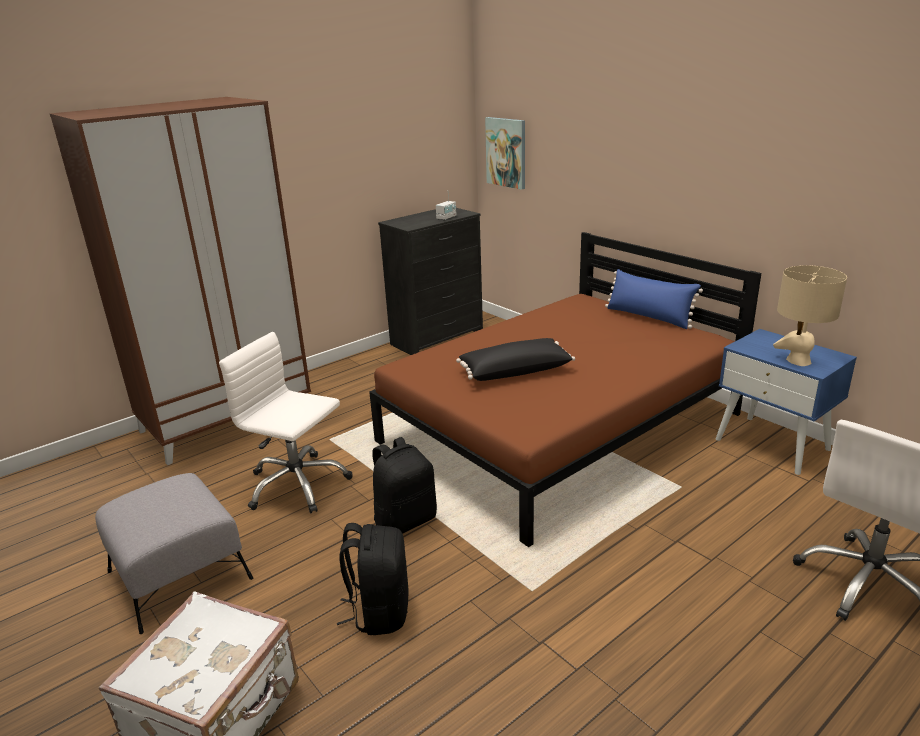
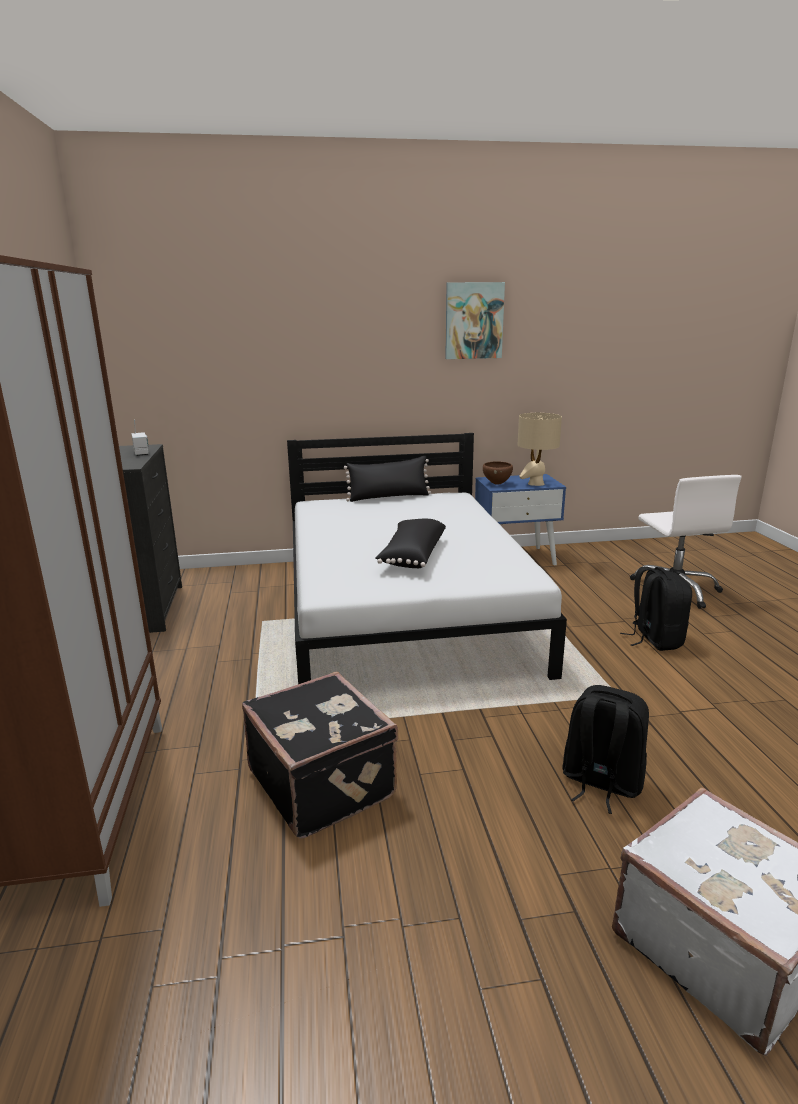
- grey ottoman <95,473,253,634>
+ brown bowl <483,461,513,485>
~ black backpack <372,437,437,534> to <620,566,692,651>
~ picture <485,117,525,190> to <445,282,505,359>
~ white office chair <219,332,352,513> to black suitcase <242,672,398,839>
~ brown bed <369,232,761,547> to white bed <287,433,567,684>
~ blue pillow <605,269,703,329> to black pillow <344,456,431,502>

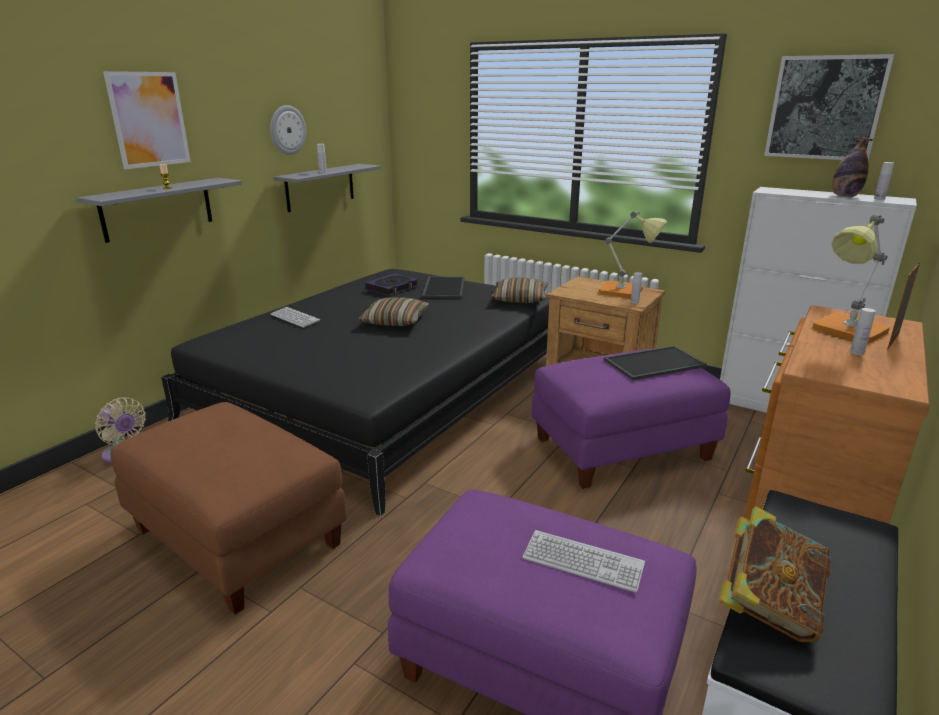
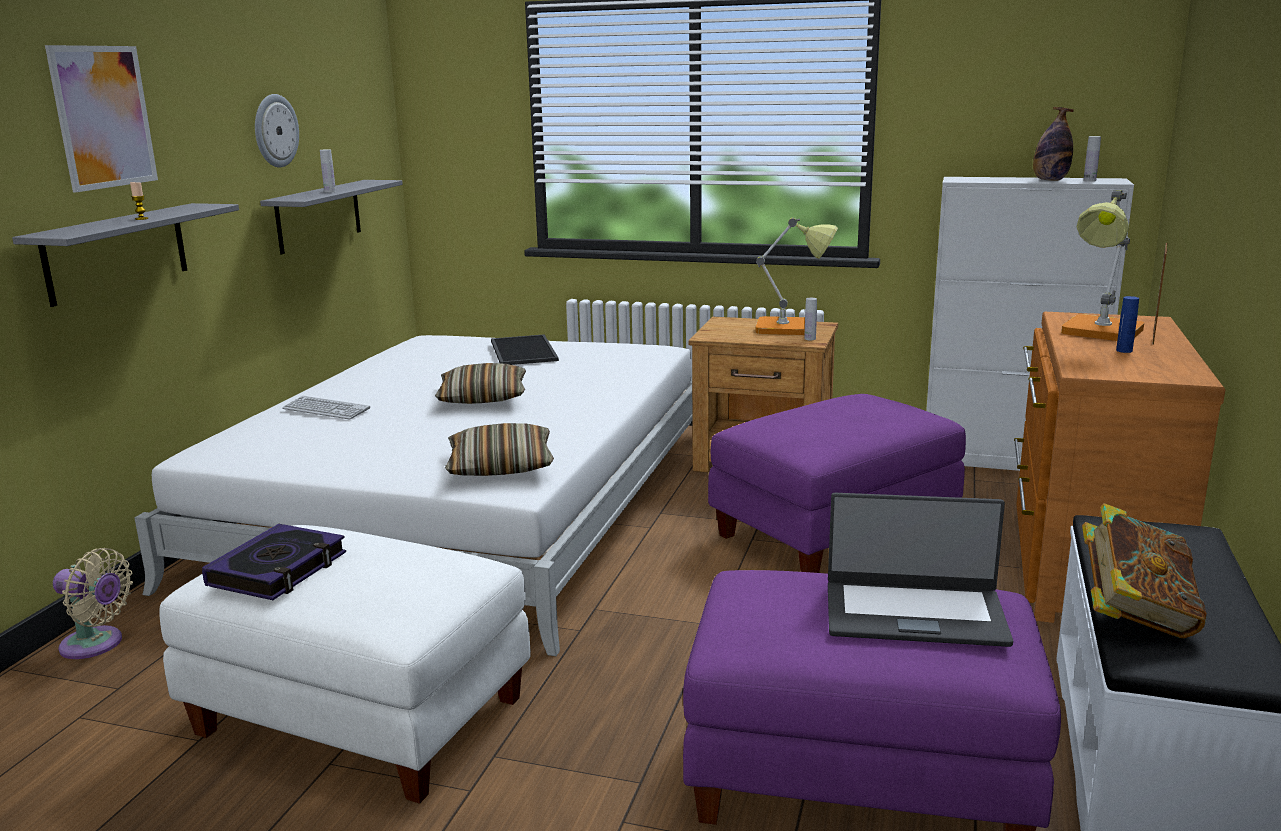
- tray <604,346,707,380>
- picture <764,54,894,161>
~ book <365,273,419,296> to <202,524,346,600>
~ pillow <491,278,548,303> to <445,423,554,476>
~ keyboard <523,530,645,593> to laptop <828,493,1013,647>
~ brown ottoman <111,402,347,615> to white ottoman <159,525,531,804>
~ black bed <161,269,549,516> to white bed <134,335,692,656>
~ white bottle <850,308,876,355> to blue bottle <1116,296,1139,353>

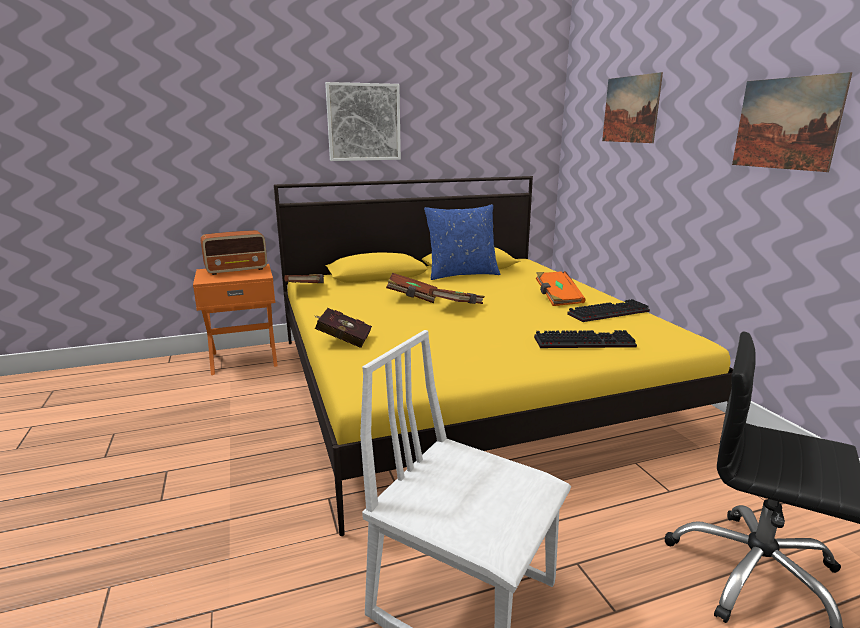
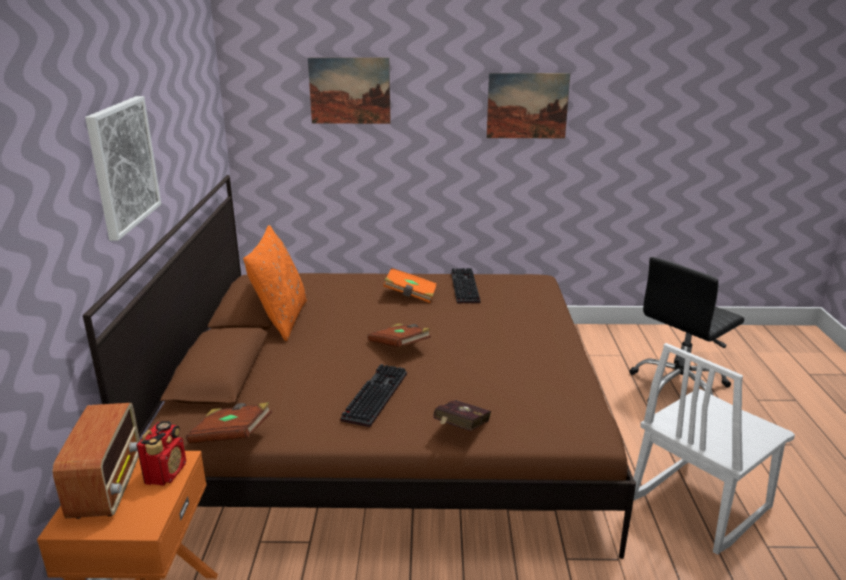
- brown book <386,273,438,303>
+ radio <137,421,186,486>
~ keyboard <534,330,637,348> to <340,364,407,427>
~ yellow bed <274,176,733,536> to brown bed <83,175,636,559>
~ blue pillow <424,204,500,280> to orange pillow <243,225,307,341>

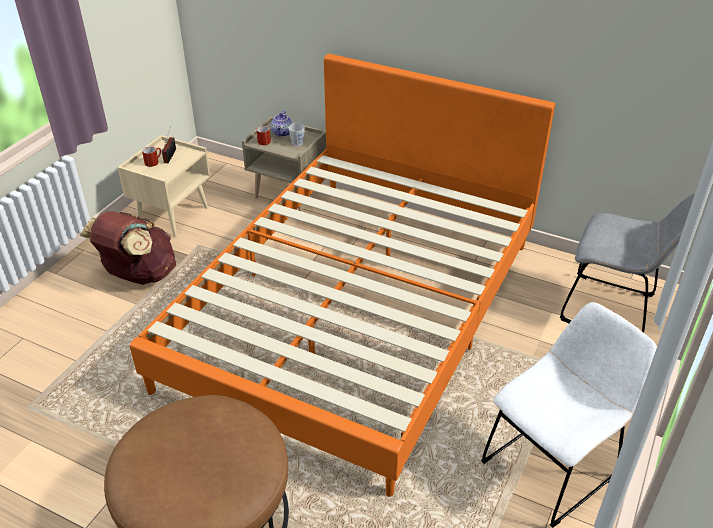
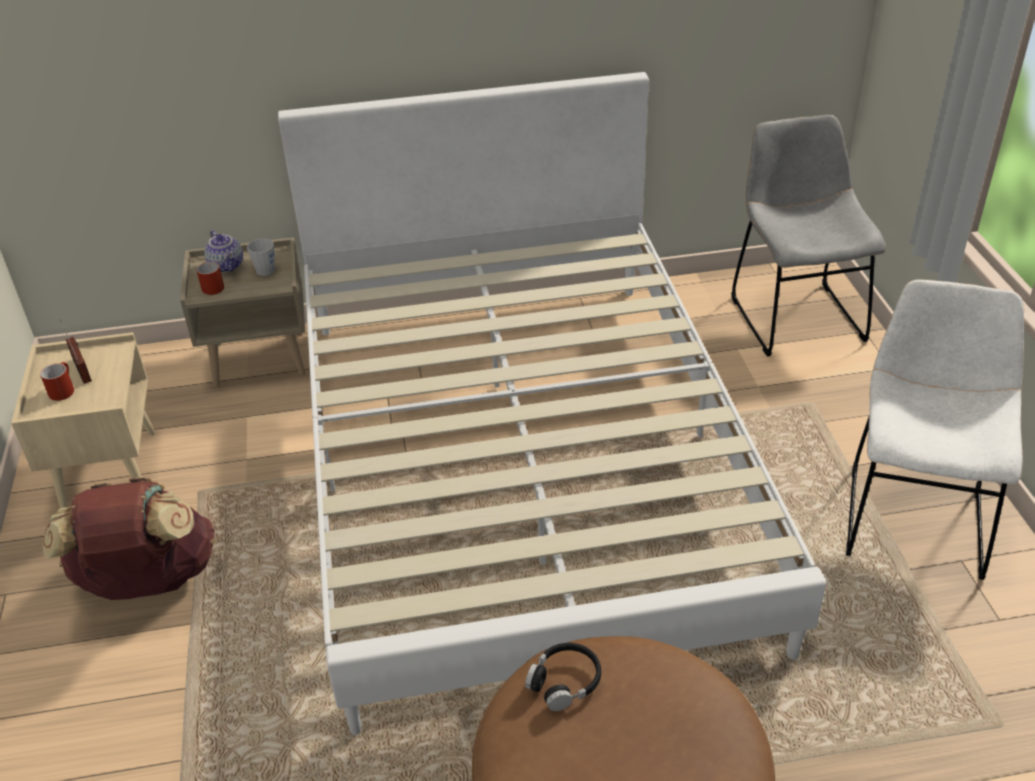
+ black headphones <525,643,601,711>
~ orange bed <130,54,555,497> to white bed <278,72,826,735>
~ grey chair <560,193,703,333> = <731,115,886,357> 90 degrees counterclockwise

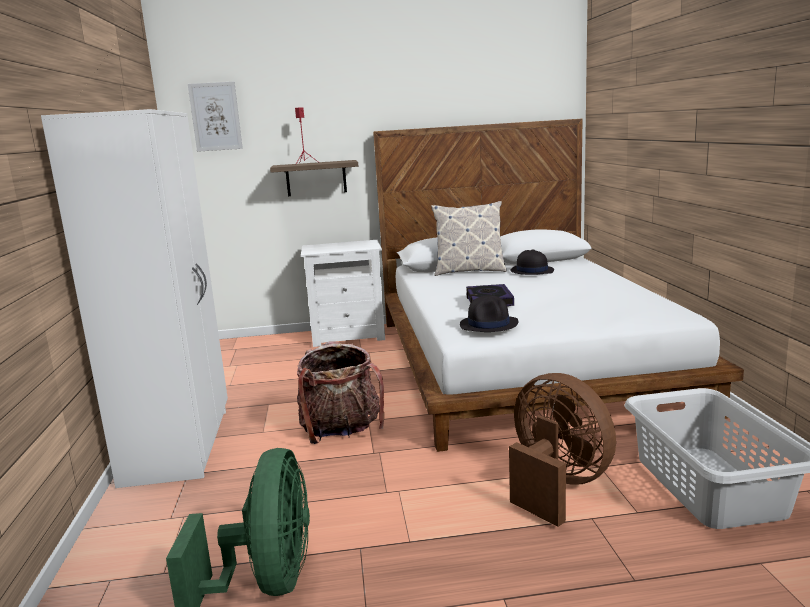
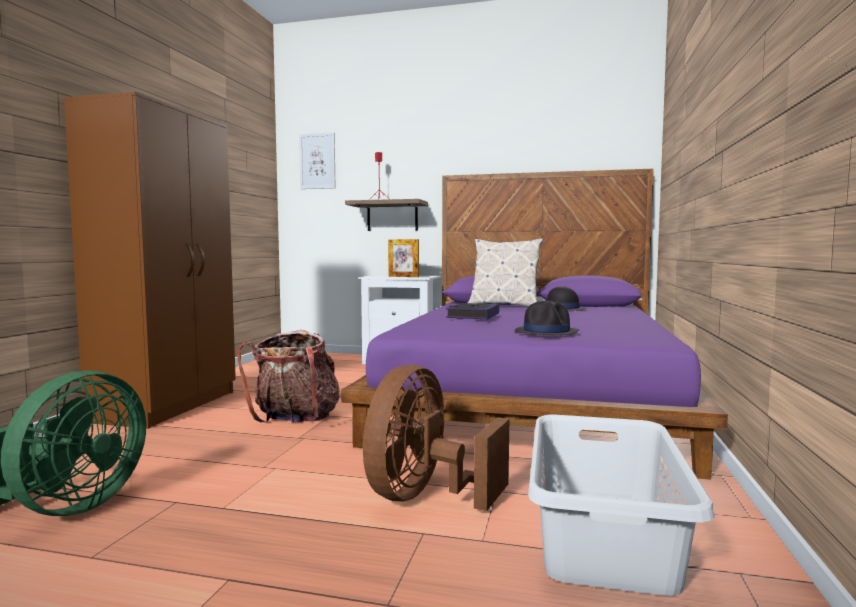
+ picture frame <388,239,419,277>
~ black hat <460,295,518,332> to <515,301,580,335>
~ white wardrobe <41,109,228,488> to brown wardrobe <64,91,236,429>
~ white bed <373,119,744,452> to purple bed <341,169,728,480>
~ brown fan <509,373,616,527> = <363,364,509,511> 135 degrees counterclockwise

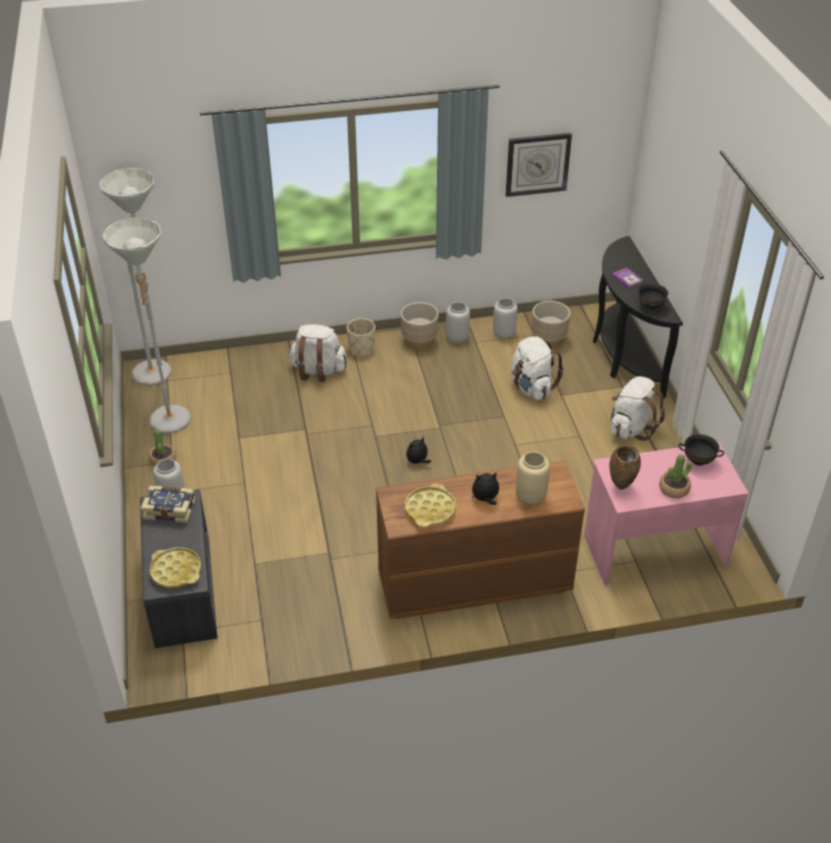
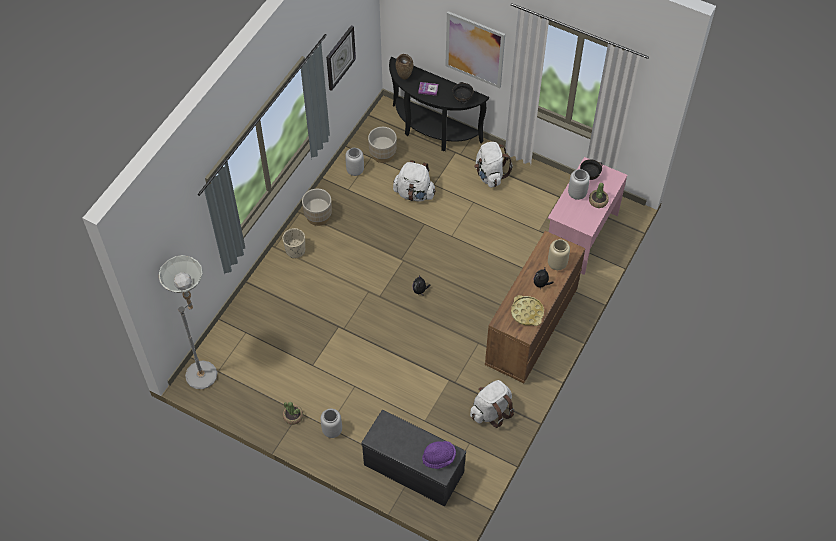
- grey floor lamp <102,218,191,433>
- book <140,486,195,523>
+ picture <445,11,505,88>
~ white backpack <289,324,347,382> to <470,380,514,428>
~ grey vase <446,302,470,343> to <568,169,590,200>
~ brown vase <610,446,641,490> to <395,54,413,80>
~ yellow tray <150,547,201,588> to purple hat <422,441,456,469>

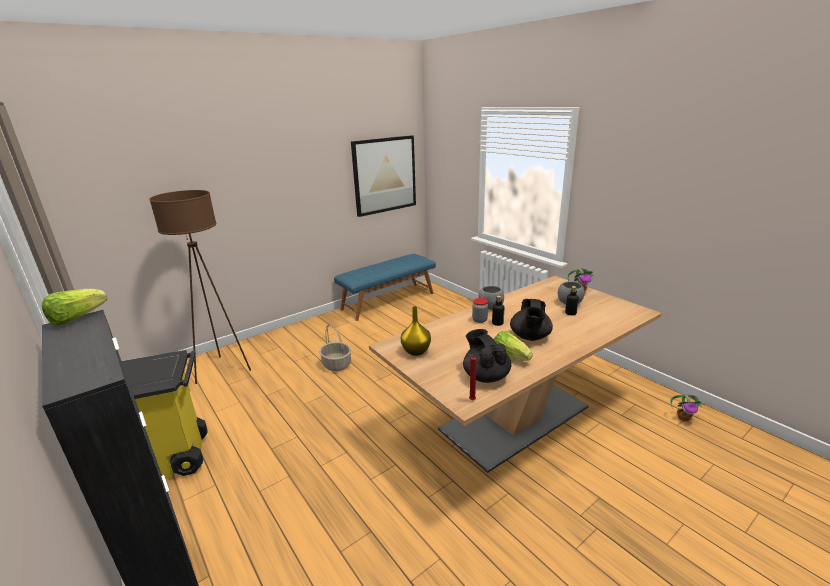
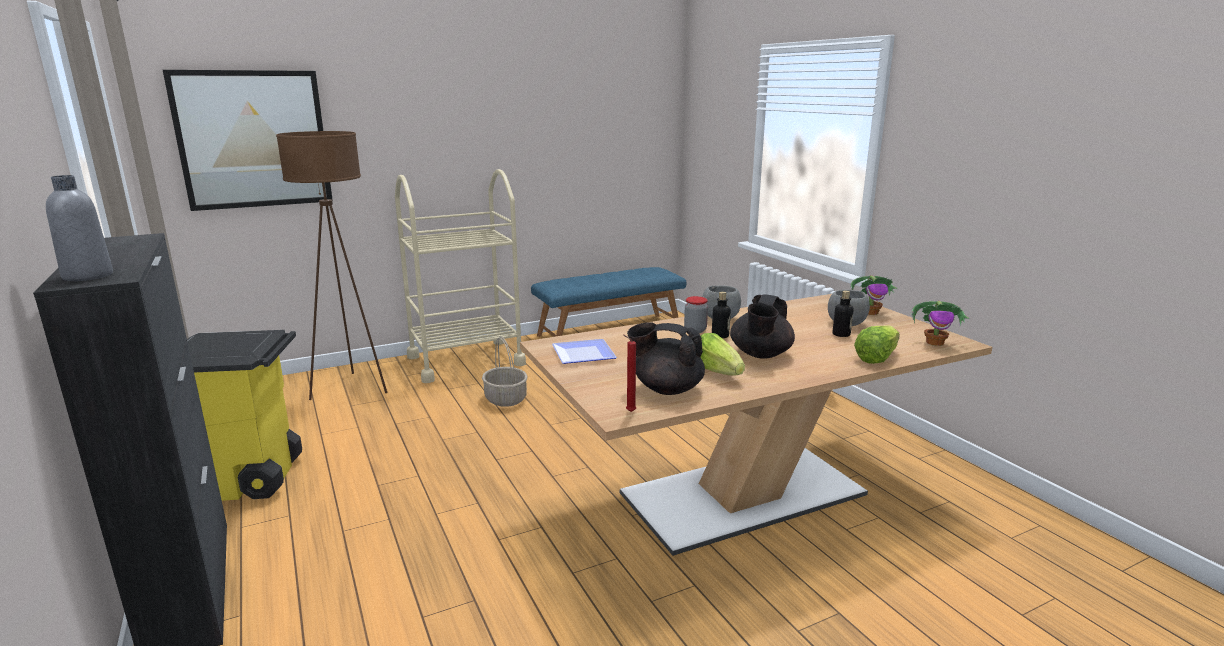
+ grey bottle <46,175,113,281>
+ beige cart <395,169,526,383>
~ lettuce <42,289,107,326> to <854,325,900,364>
~ picture <351,135,416,217> to <163,70,333,211>
~ potted plant <670,395,704,422> to <911,301,969,346>
~ yellow vase <401,306,431,356> to plate <552,339,617,364>
~ black teapot <463,329,511,383> = <627,322,705,395> 60 degrees counterclockwise

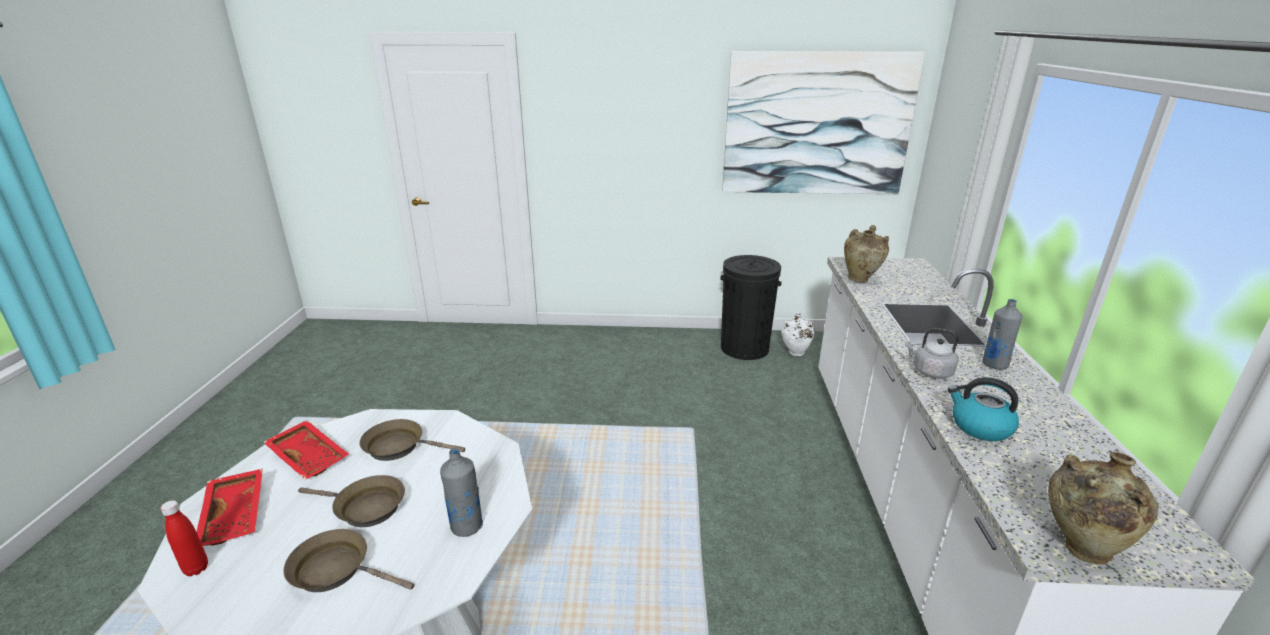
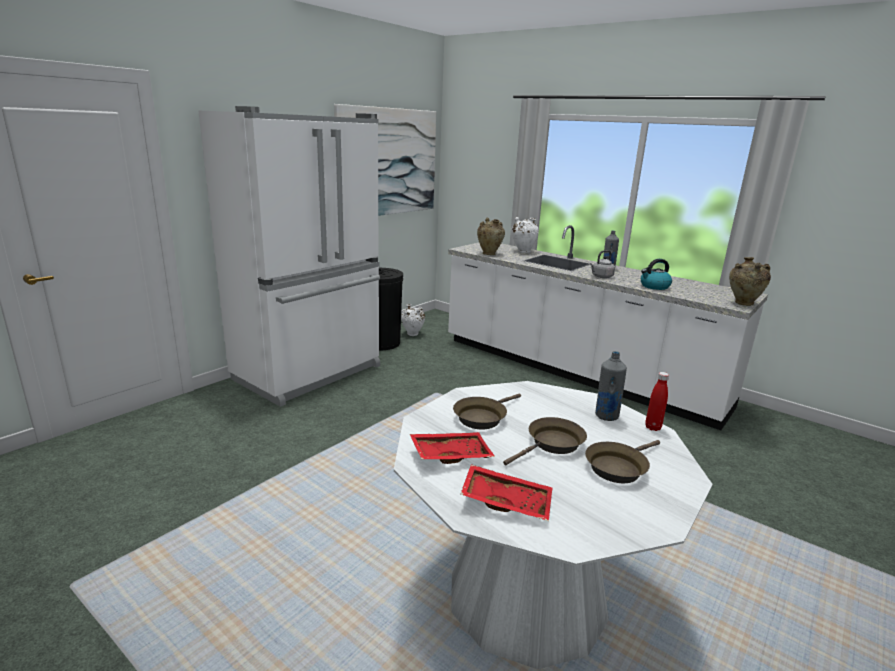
+ white fridge <199,106,380,407>
+ white vase <511,217,539,253>
~ red bottle <160,500,208,576> to <645,372,669,431>

